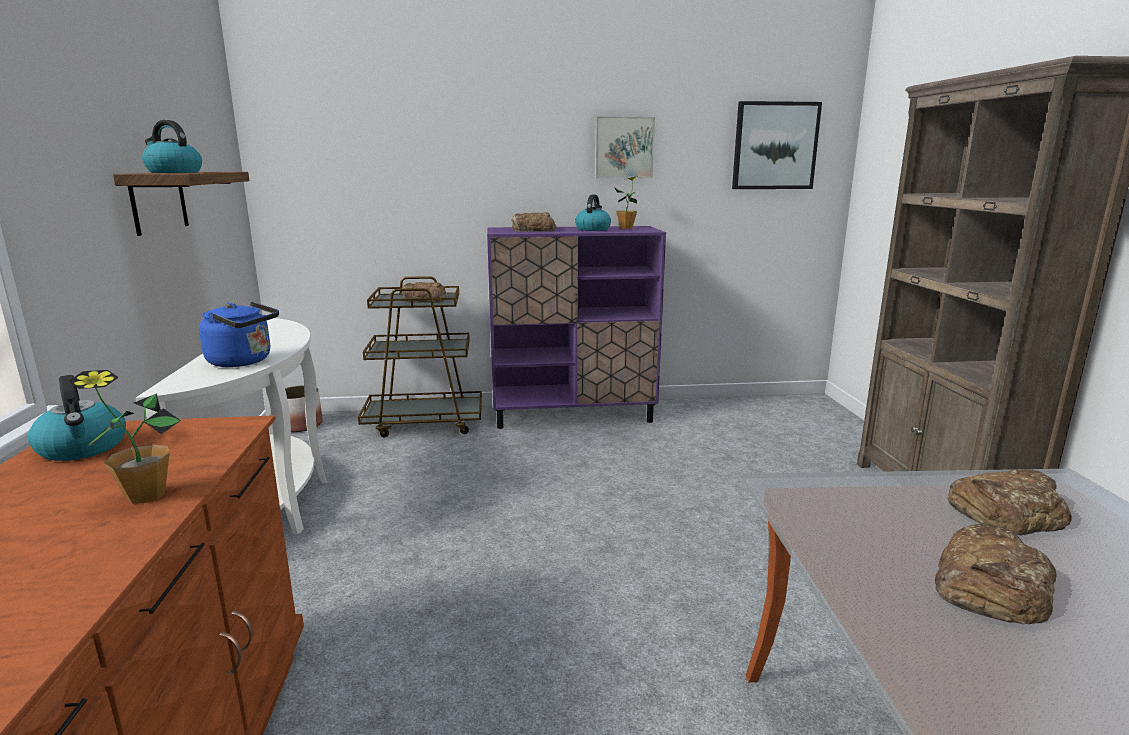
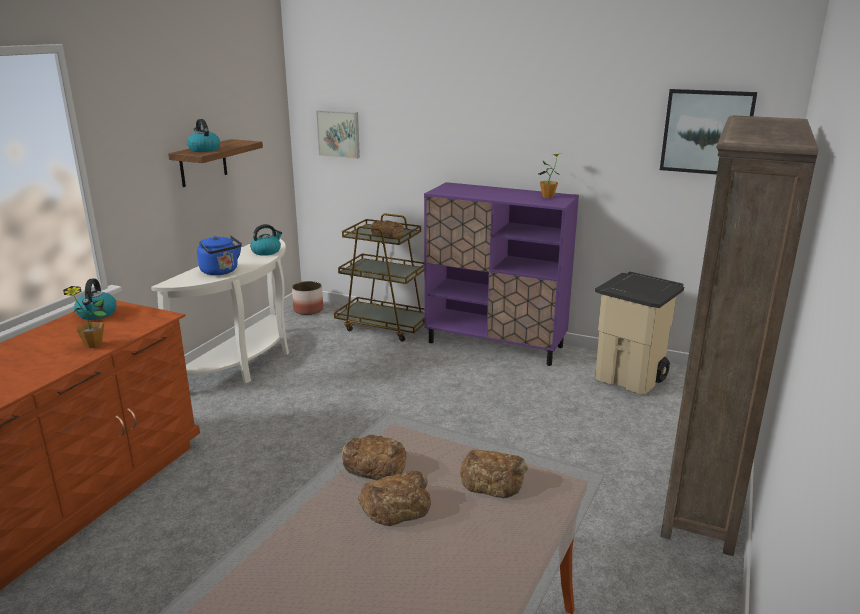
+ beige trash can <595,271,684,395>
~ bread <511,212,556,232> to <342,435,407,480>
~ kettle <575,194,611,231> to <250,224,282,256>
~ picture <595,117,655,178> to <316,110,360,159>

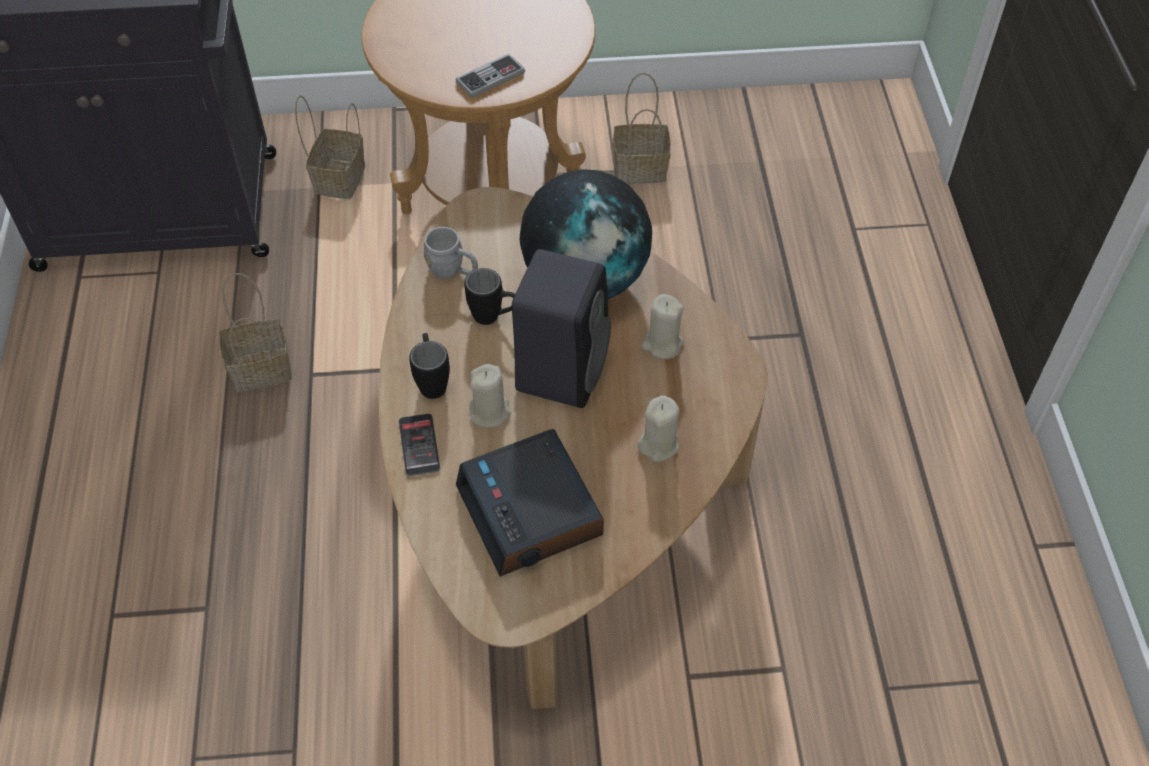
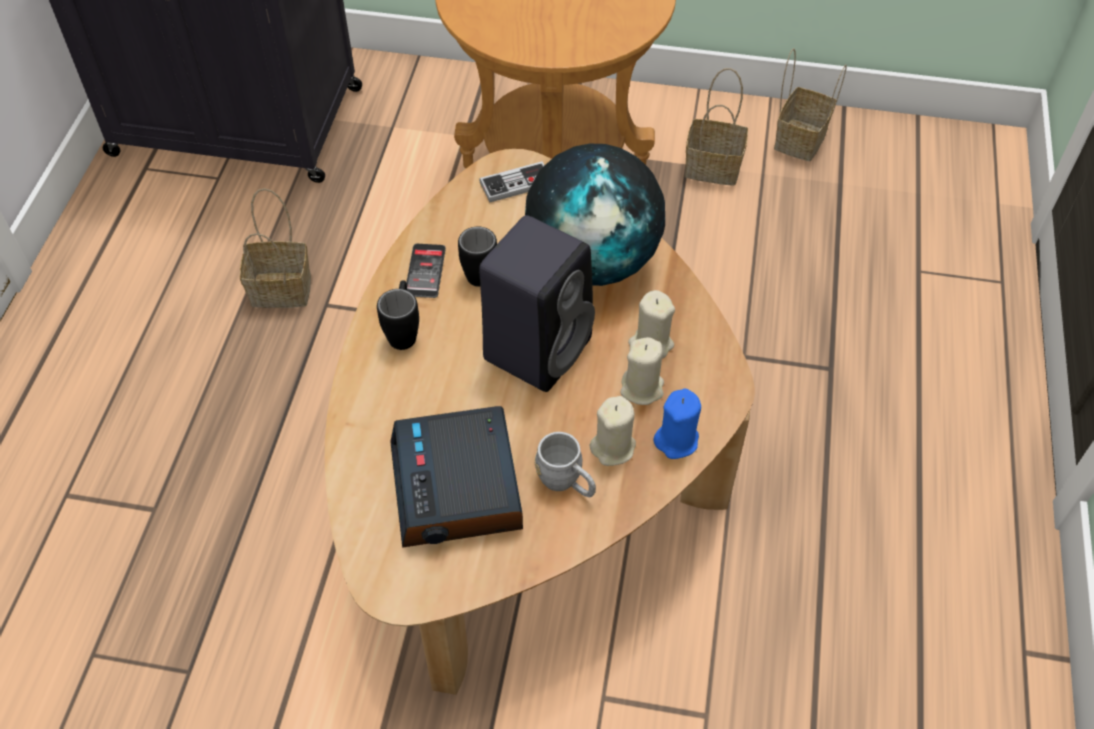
+ blue candle <653,389,701,459>
~ basket <295,95,365,199> to <774,48,847,161>
~ phone <399,414,440,476> to <406,244,446,298>
~ grey mug <423,227,478,278> to <535,432,596,497>
~ game controller <456,54,525,98> to <479,161,545,202>
~ beige candle <469,364,511,428> to <620,337,664,405>

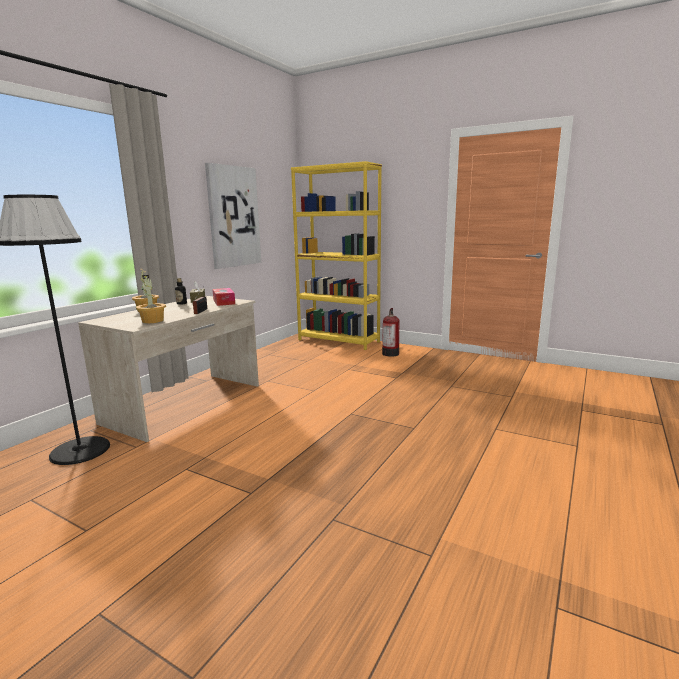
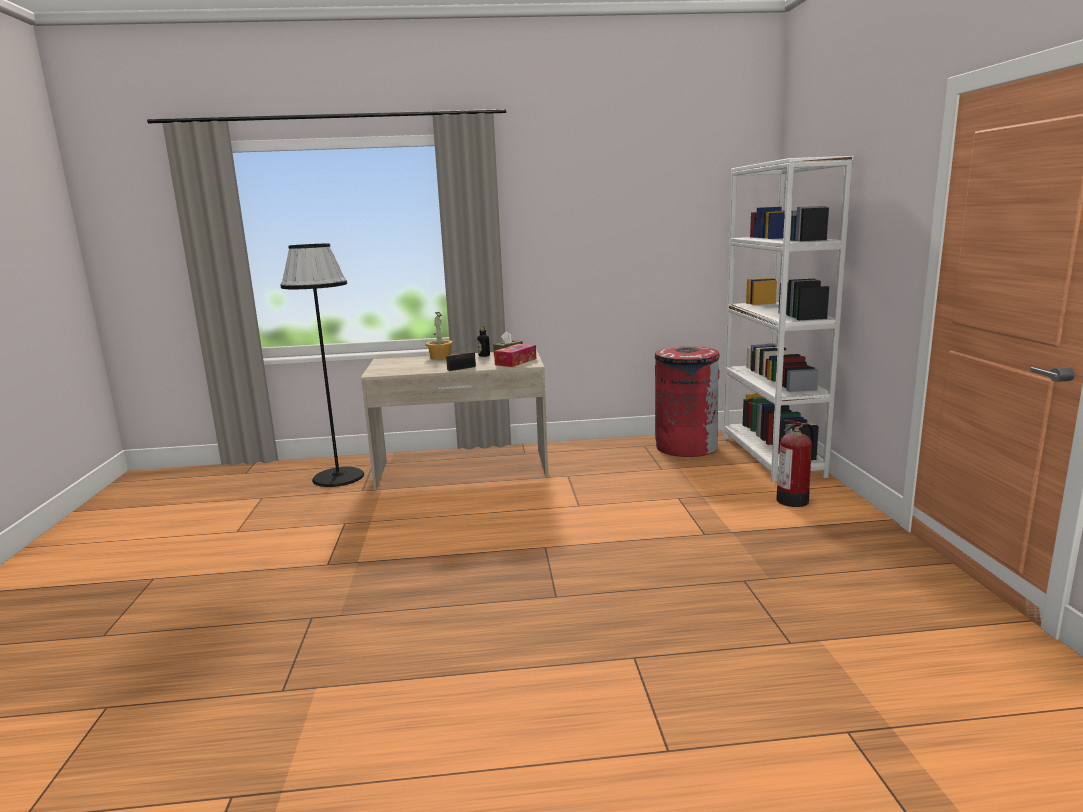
- potted plant <136,275,166,323>
- picture <205,163,261,269>
+ red trash can <655,346,719,457>
~ yellow bookcase <291,161,382,350> to white bookcase <723,156,854,482>

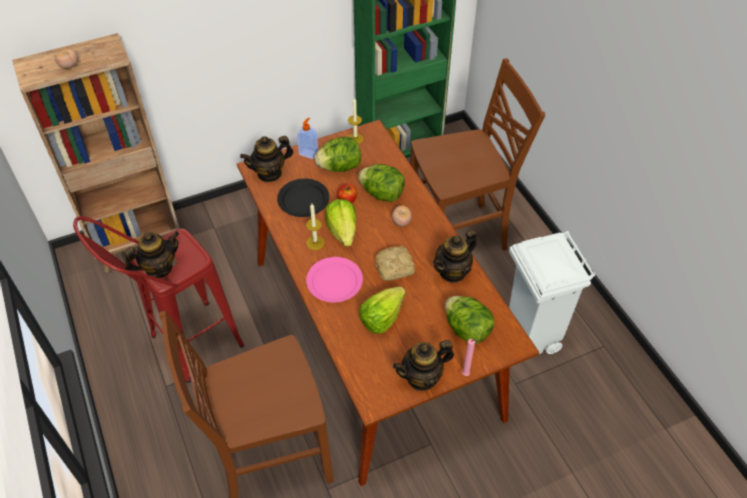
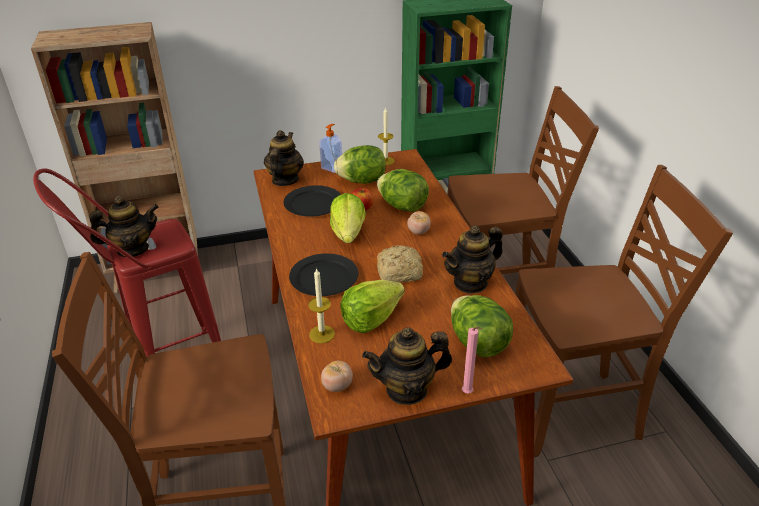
~ tomato <55,48,78,69> to <321,360,353,392>
~ candle <306,204,325,250> to <308,268,335,343>
~ white trash can <509,231,595,354> to brown chair <515,165,733,457>
~ pink plate <306,257,363,302> to black plate <289,253,359,296>
~ teapot <240,136,293,182> = <264,130,304,186> 120 degrees clockwise

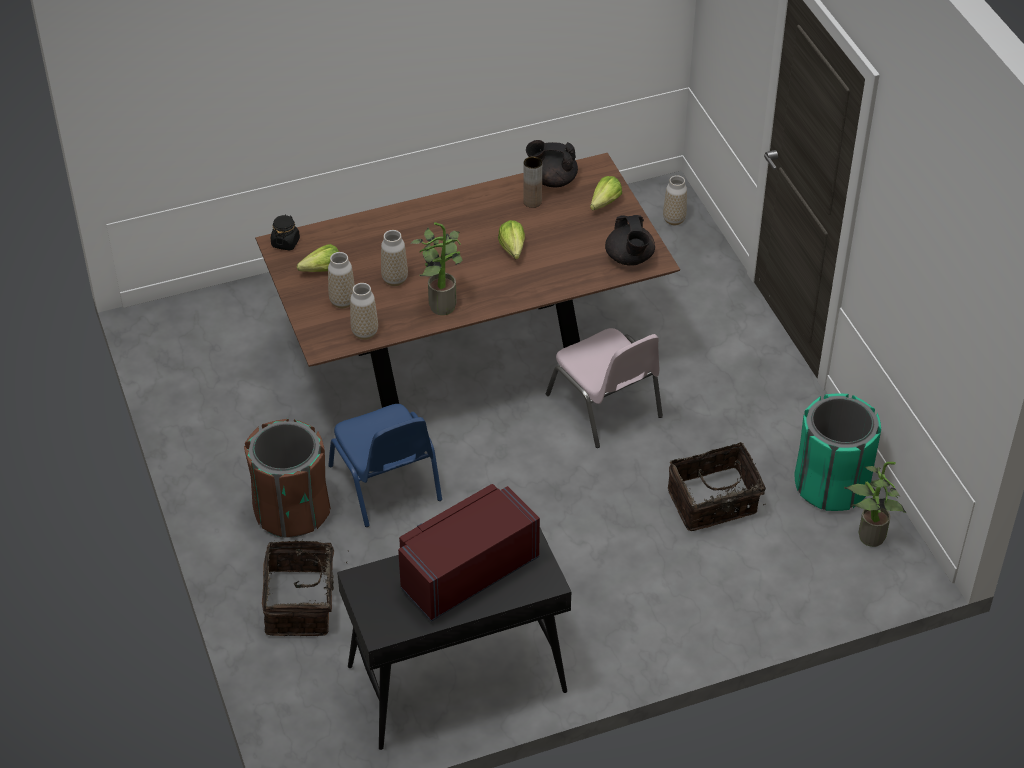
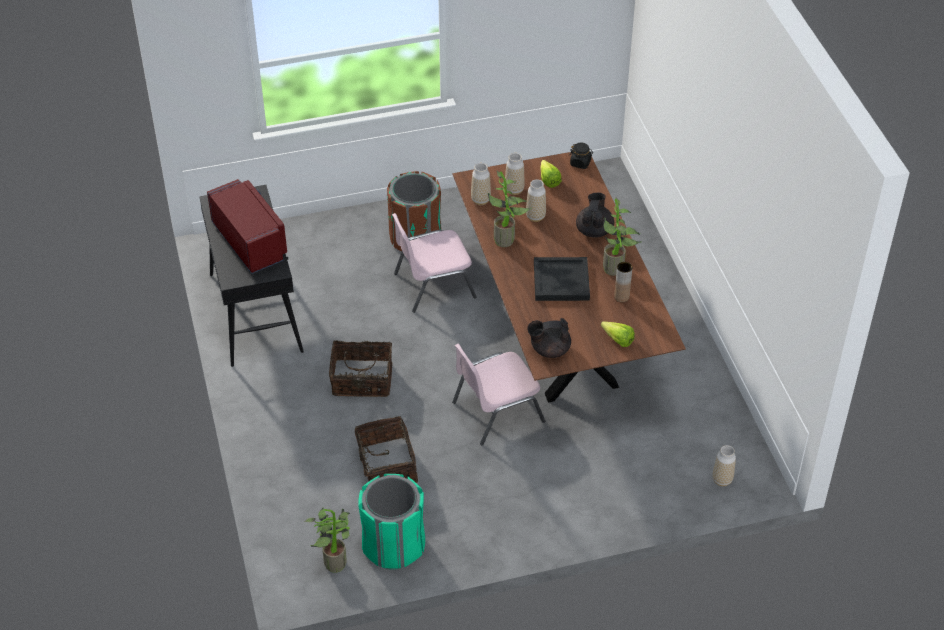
+ potted plant <603,197,641,276>
~ basket <262,540,349,636> to <329,340,393,397>
~ black teapot <526,140,578,187> to <576,193,614,238>
~ lettuce <498,220,525,259> to black tray <534,257,590,301>
~ blue chair <328,404,442,527> to pink chair <392,213,477,313>

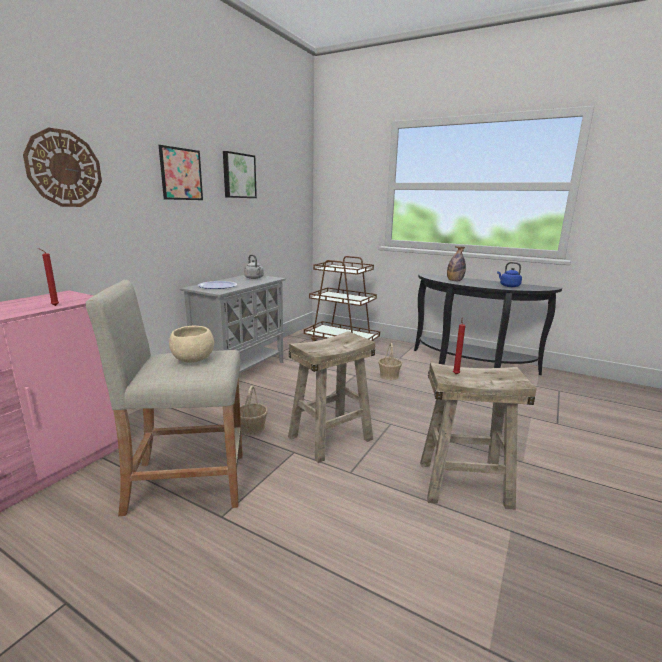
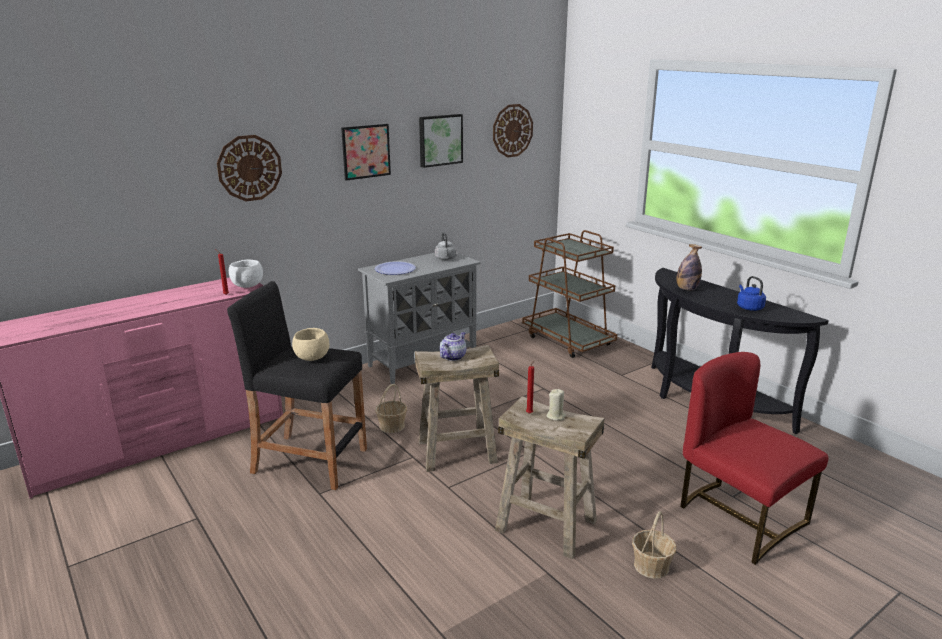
+ white bowl <229,260,263,288>
+ teapot <440,332,466,361>
+ wall clock <493,104,533,158>
+ beige candle <546,389,566,421>
+ red chair <681,352,829,565>
~ basket <378,343,402,380> to <632,511,676,579>
~ beige stool <86,280,243,516> to black stool <227,281,367,490>

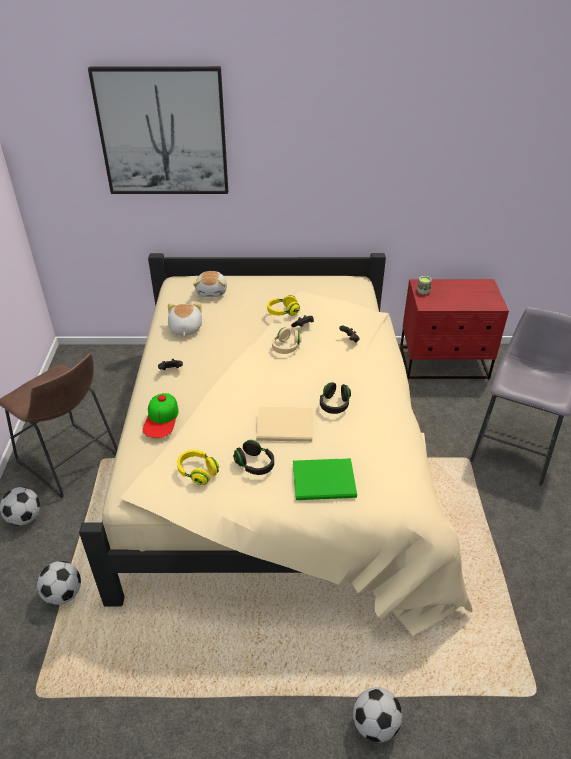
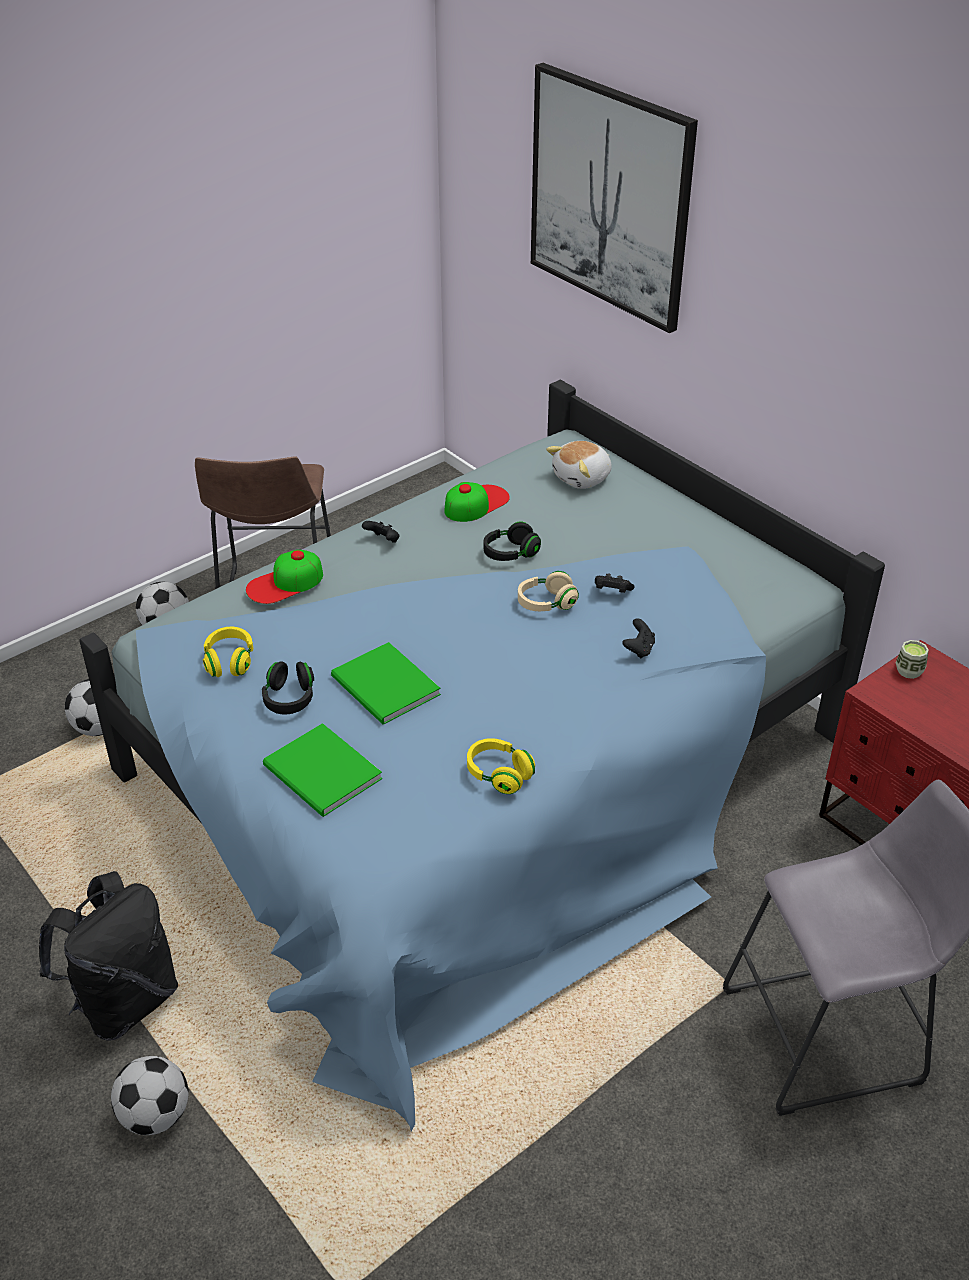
+ black backpack <39,871,178,1041>
~ yellow headphones <267,295,300,316> to <467,738,535,794>
~ black headphones <320,382,351,414> to <484,522,541,561>
~ plush toy <168,302,202,336> to cap <444,482,510,522>
~ beige bed <79,253,472,636> to blue bed <79,379,885,1132>
~ beige book <256,407,312,442> to green book <331,642,441,725>

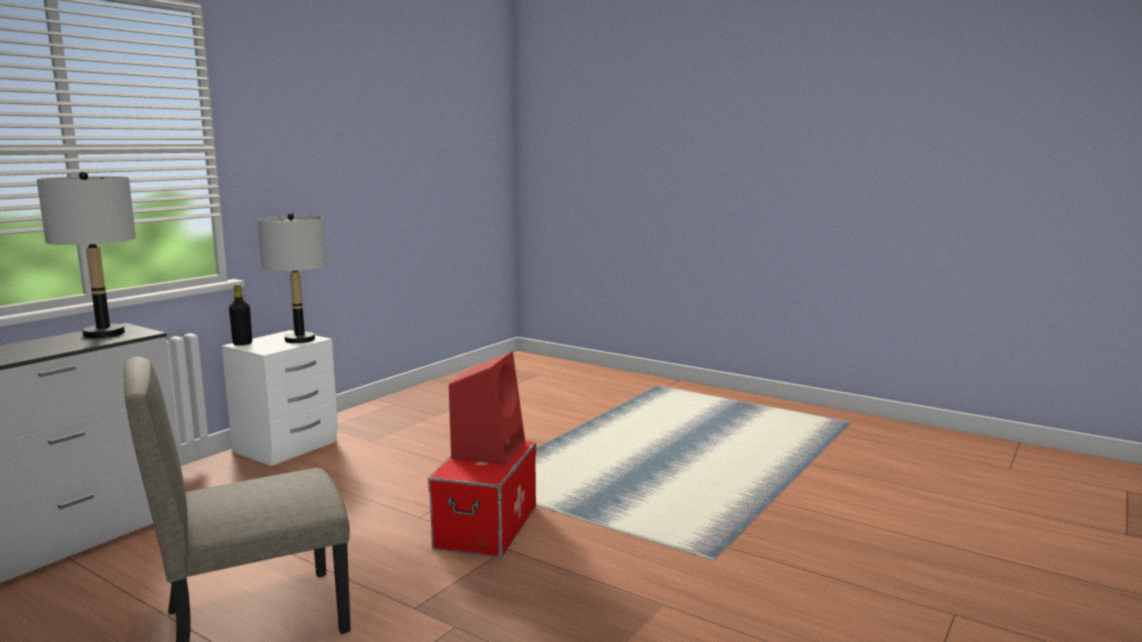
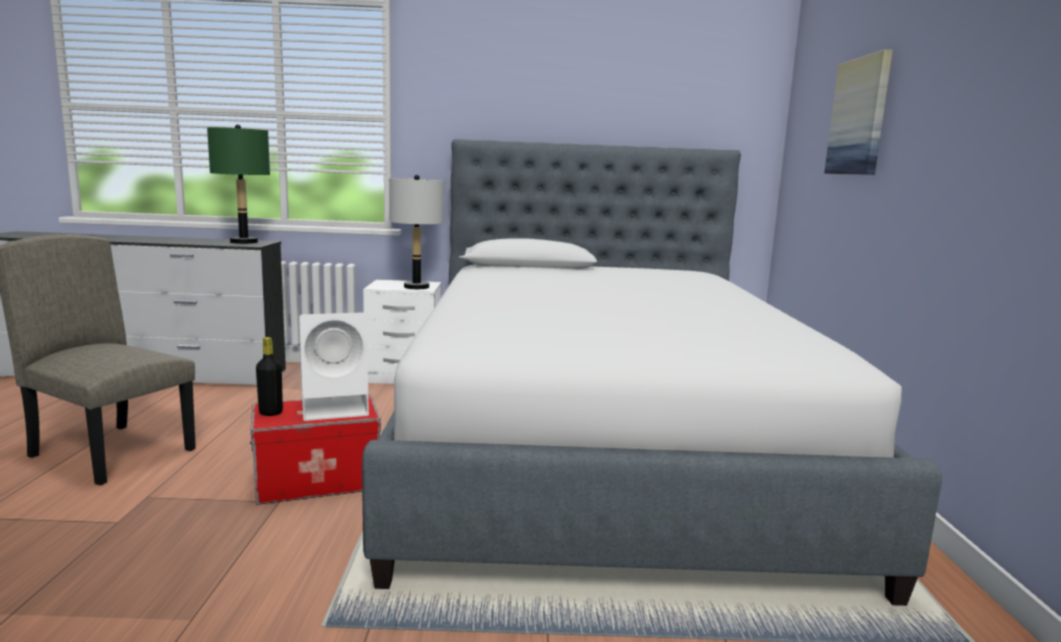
+ bed <362,139,942,606>
+ picture <824,50,893,175>
~ black bottle <229,284,252,346> to <256,337,283,416>
~ grey table lamp <37,172,136,338> to green table lamp <207,124,270,244>
~ red speaker <449,352,525,465> to white speaker <299,312,369,421>

